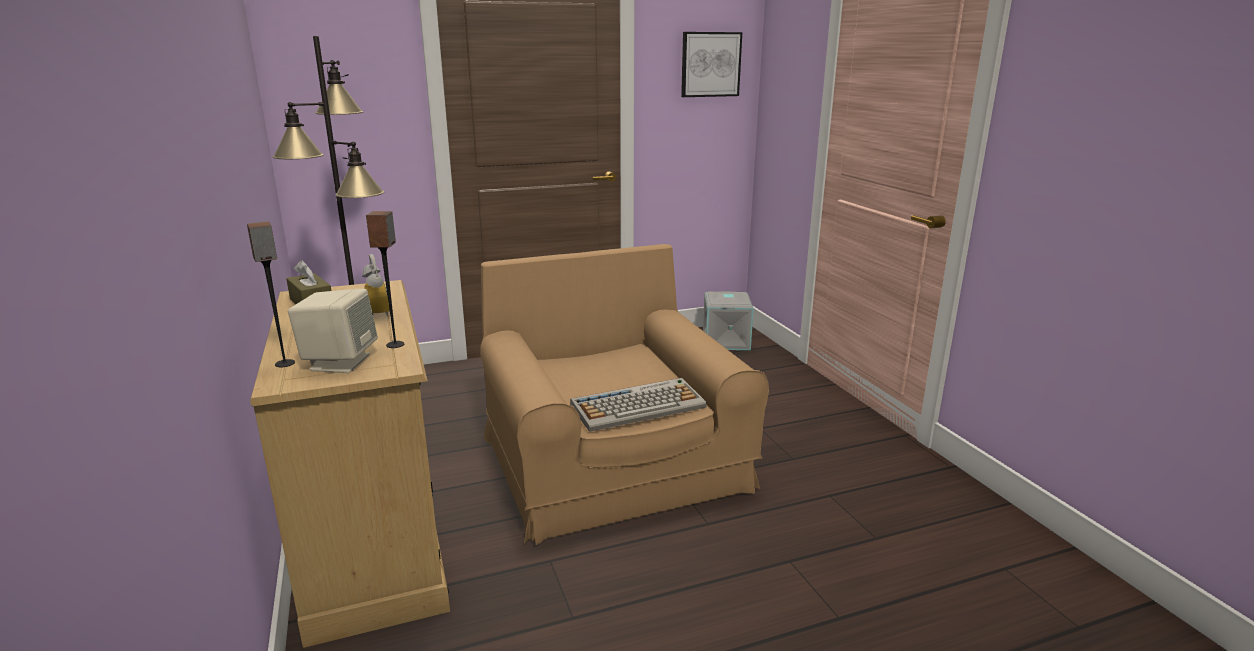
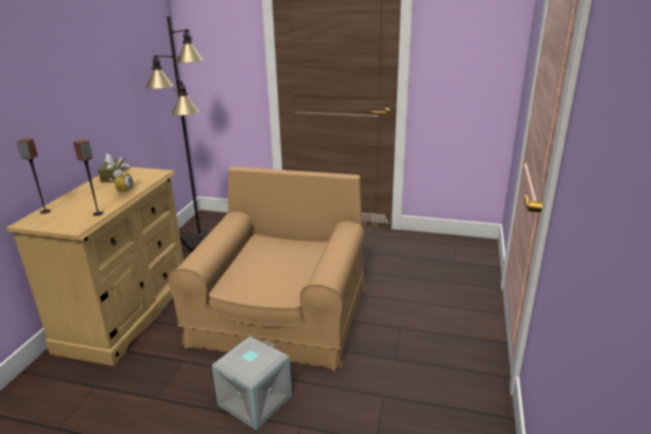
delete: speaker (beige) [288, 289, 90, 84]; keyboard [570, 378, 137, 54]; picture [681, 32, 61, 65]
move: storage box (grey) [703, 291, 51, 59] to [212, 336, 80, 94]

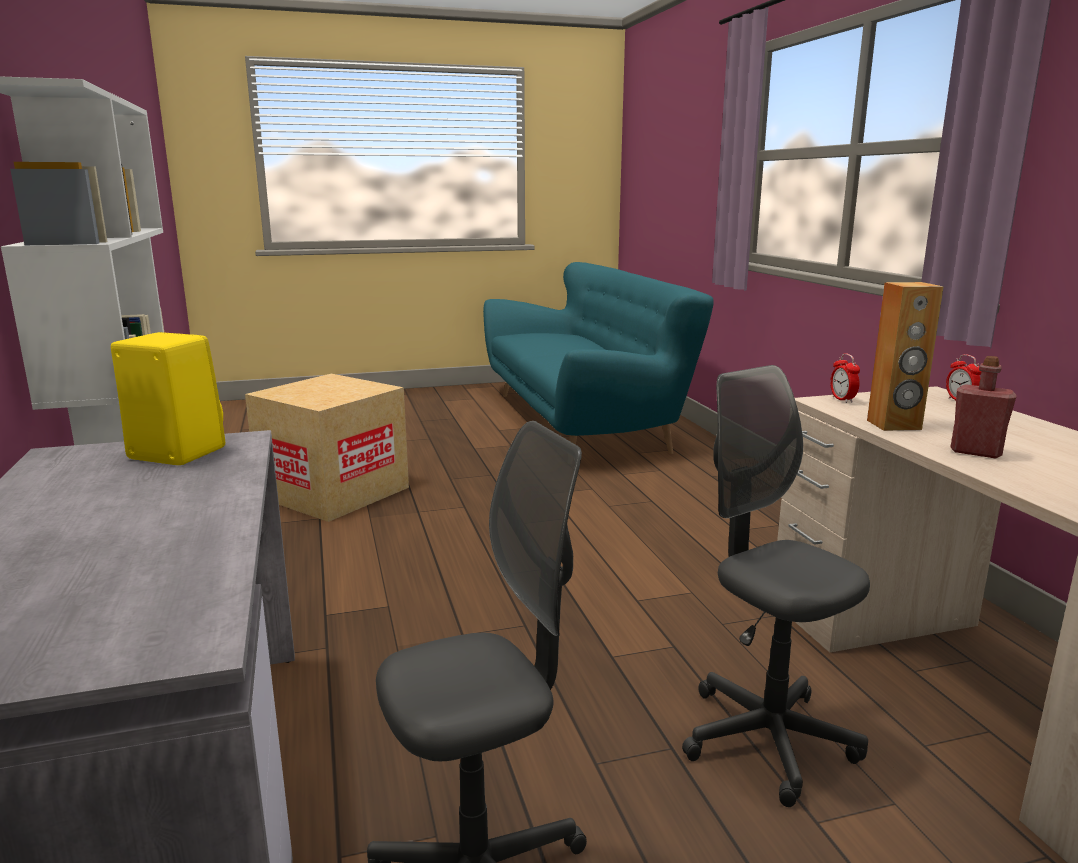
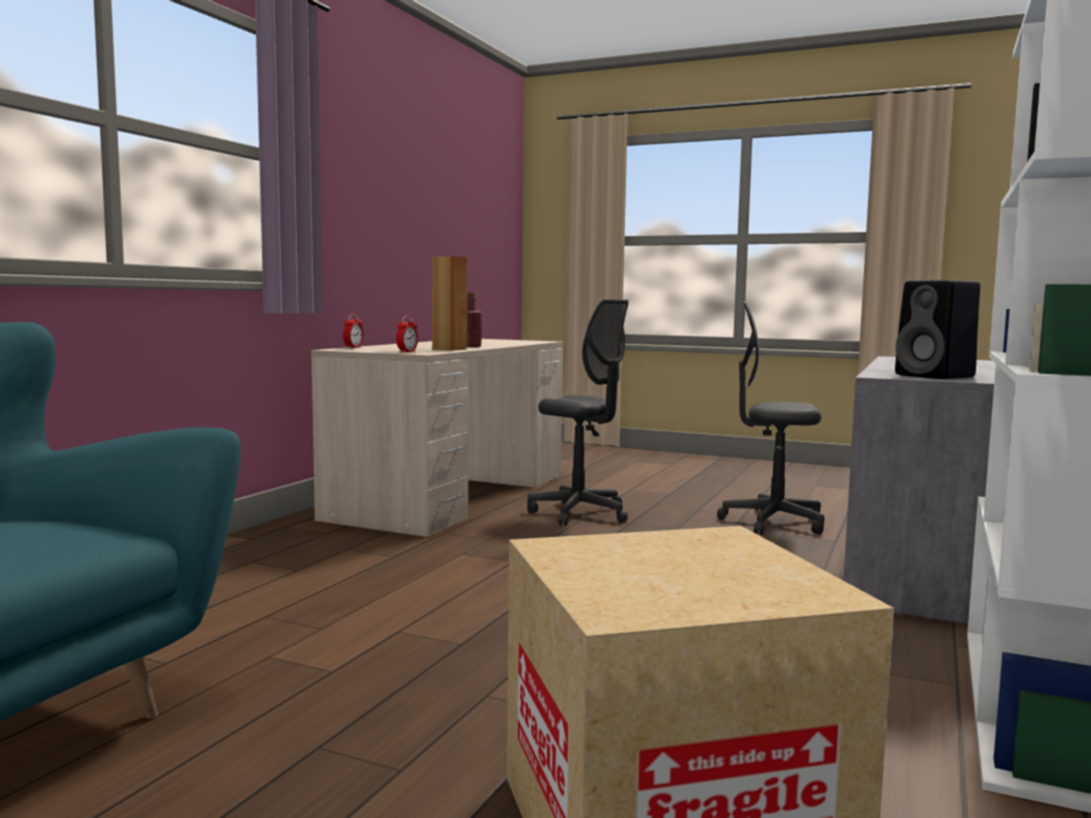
recolor: speaker (yellow) [111, 332, 114, 133] to speaker (black) [895, 280, 85, 99]
rotate: office chair (grey) [682, 365, 188, 442] = [527, 299, 102, 227] 60 degrees counterclockwise

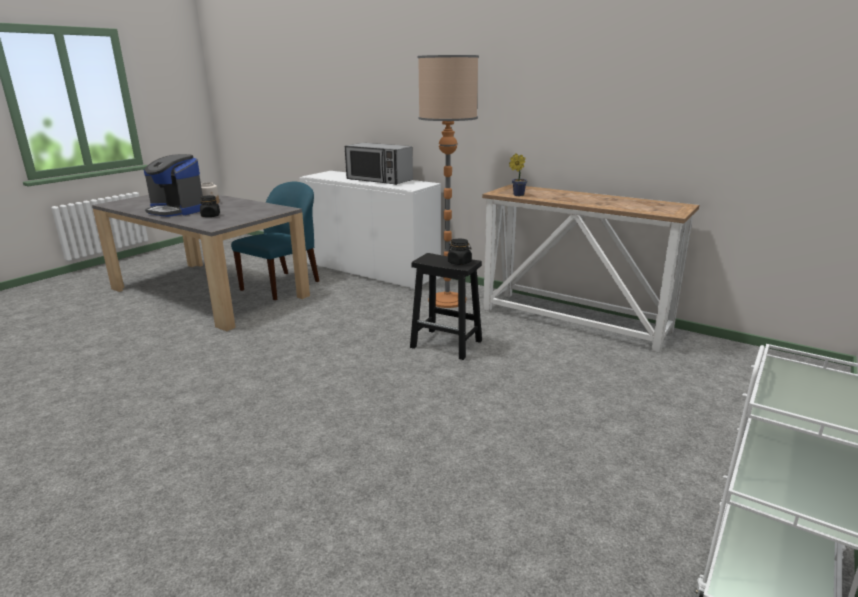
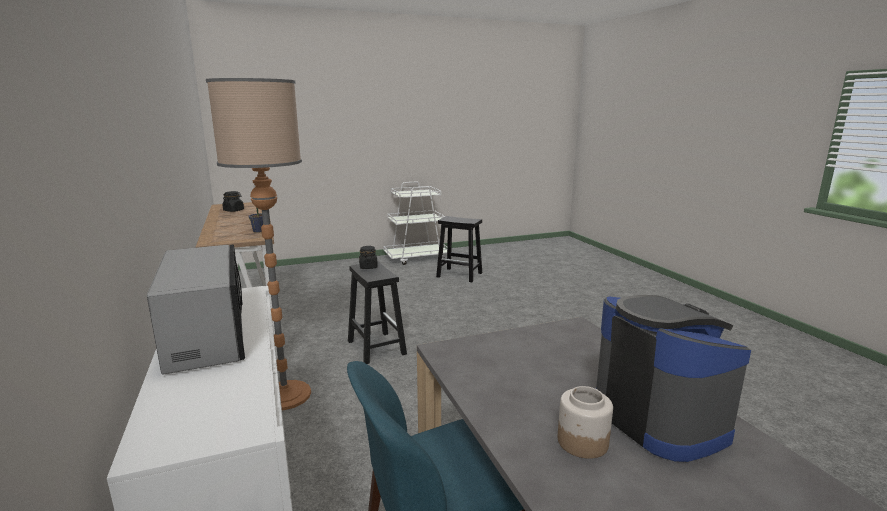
insert: stool (black) [436, 216, 46, 66]
move: jar (black) [200, 195, 20, 22] to [223, 191, 21, 21]

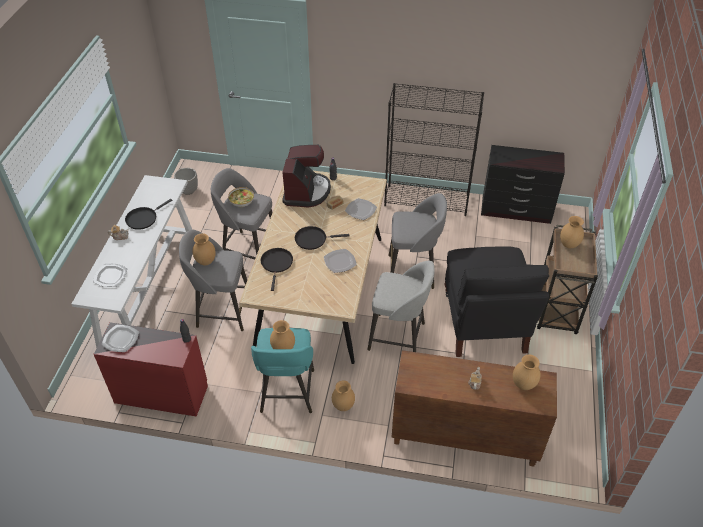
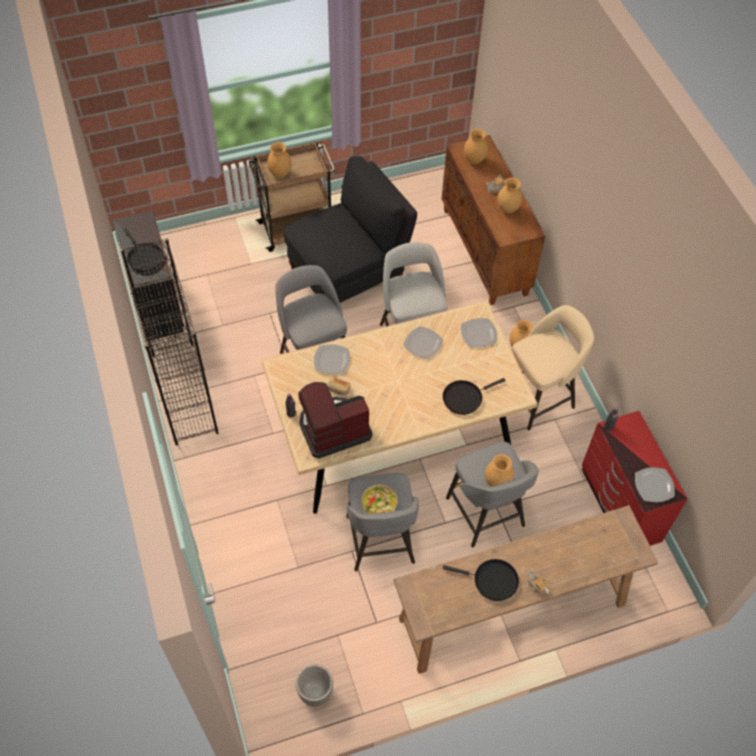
move: plate [93, 264, 35, 23] to [461, 318, 36, 30]; vase (brown) [270, 320, 25, 29] to [497, 178, 26, 35]; frying pan (black) [295, 226, 55, 24] to [124, 228, 39, 44]
recolor: console table (white) [72, 175, 120, 173] to console table (brown) [393, 505, 265, 169]; stool (turquoise) [251, 328, 63, 85] to stool (beige) [512, 305, 82, 126]

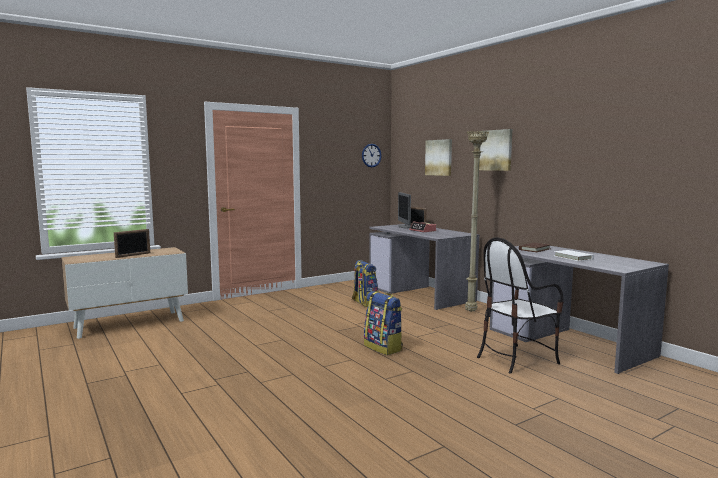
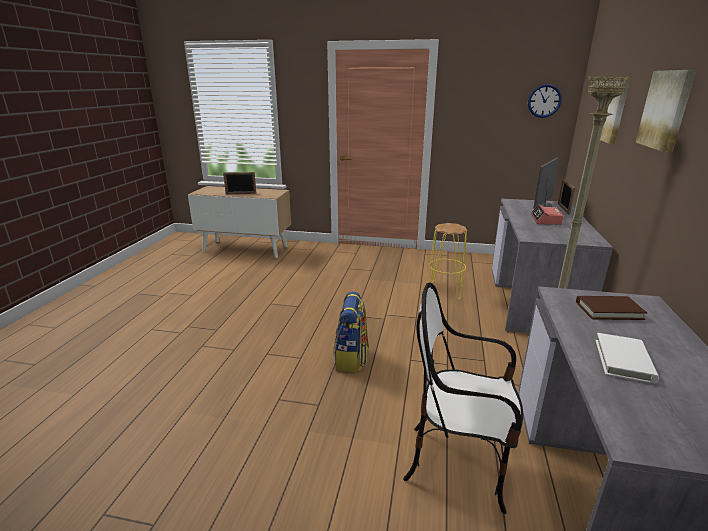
replace: backpack [352, 260, 26, 47] to stool (yellow) [428, 223, 40, 77]

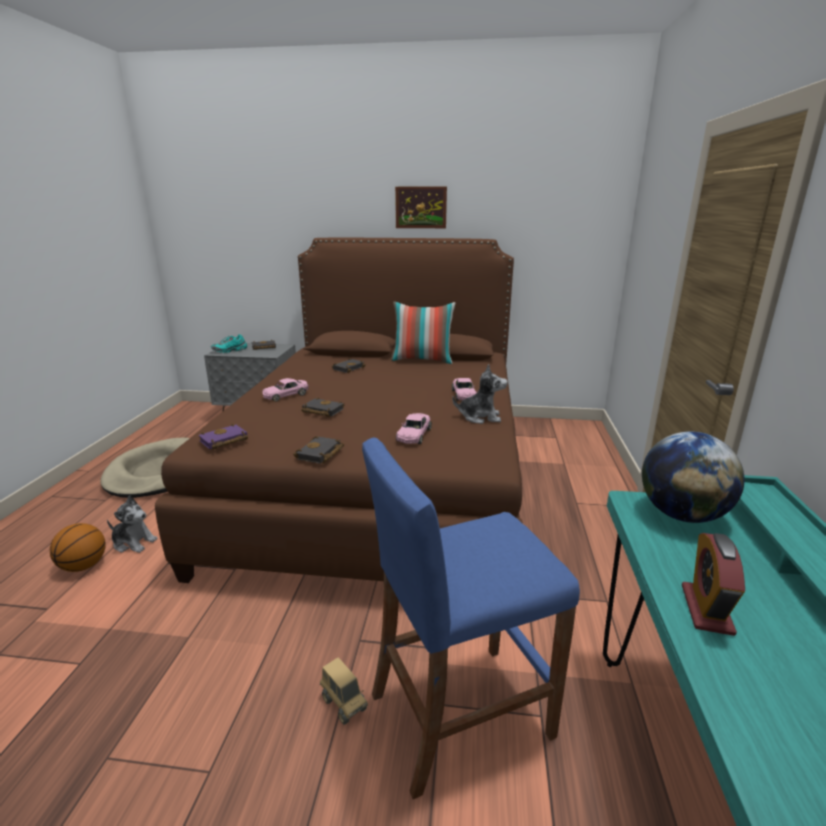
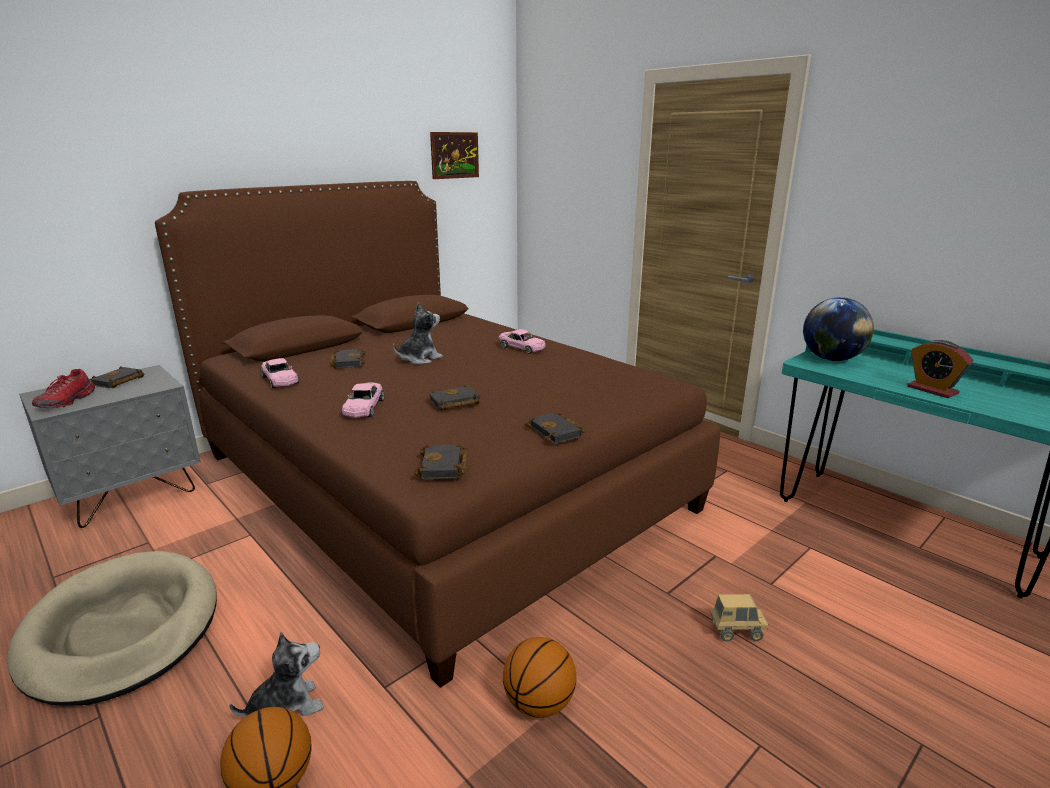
delete: stool (blue) [362, 438, 218, 361]; pillow [391, 301, 64, 63]
insert: basketball [503, 637, 73, 81]
move: picture [395, 186, 52, 42] to [430, 132, 49, 47]; toy car (pink) [396, 413, 36, 31] to [261, 358, 38, 30]; plush toy [452, 364, 56, 60] to [393, 302, 50, 63]
recolor: book (purple) [198, 424, 50, 26] to book (black) [414, 444, 54, 35]; shoe (turquoise) [211, 334, 36, 19] to shoe (red) [32, 369, 63, 39]

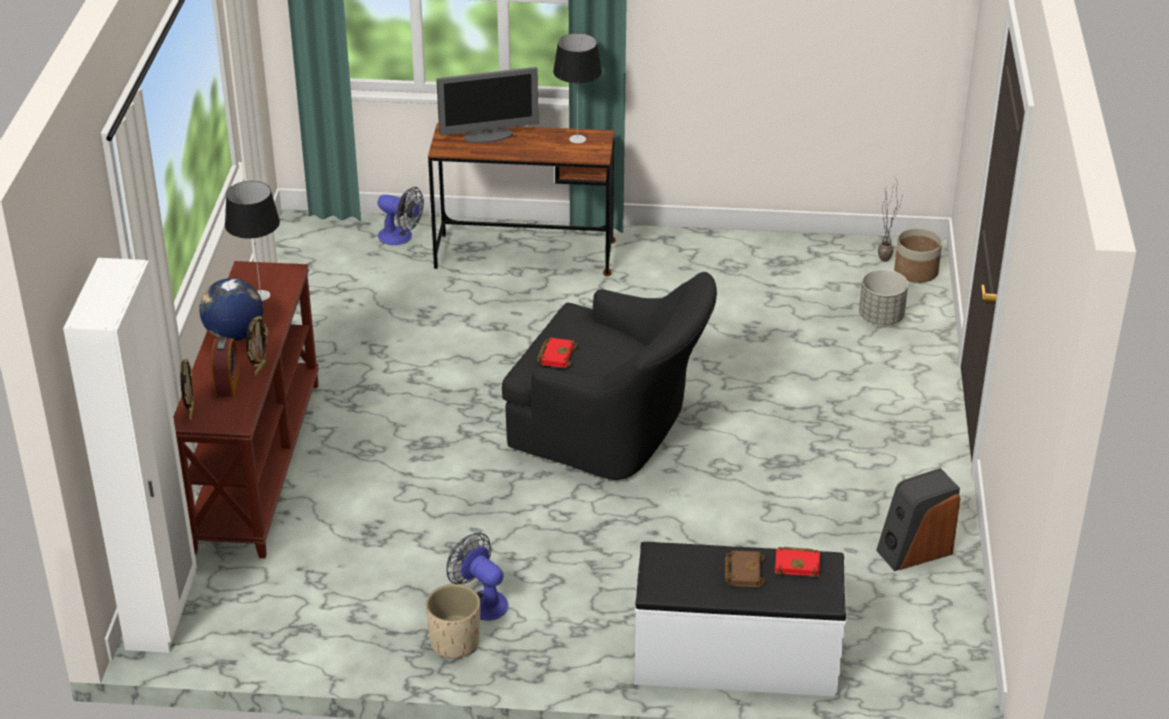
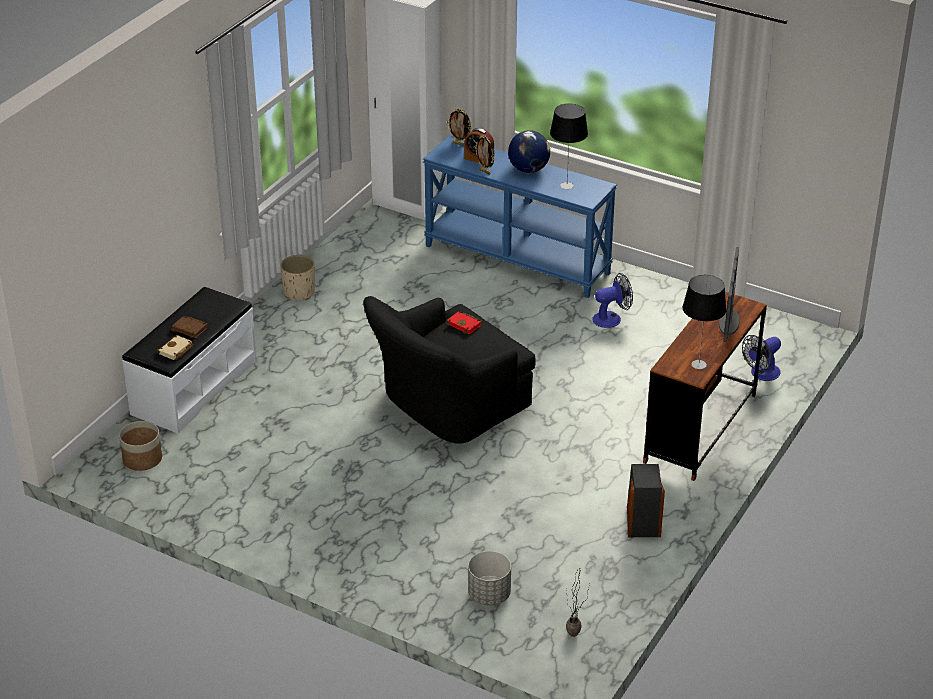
move: fan [446, 533, 63, 88] to [592, 273, 41, 55]; speaker [876, 468, 84, 103] to [627, 464, 38, 73]; planter [894, 228, 48, 55] to [119, 421, 43, 50]
recolor: console table (brown) [173, 261, 146, 297] to console table (blue) [423, 136, 194, 162]; book (red) [775, 547, 45, 31] to book (beige) [157, 335, 37, 25]

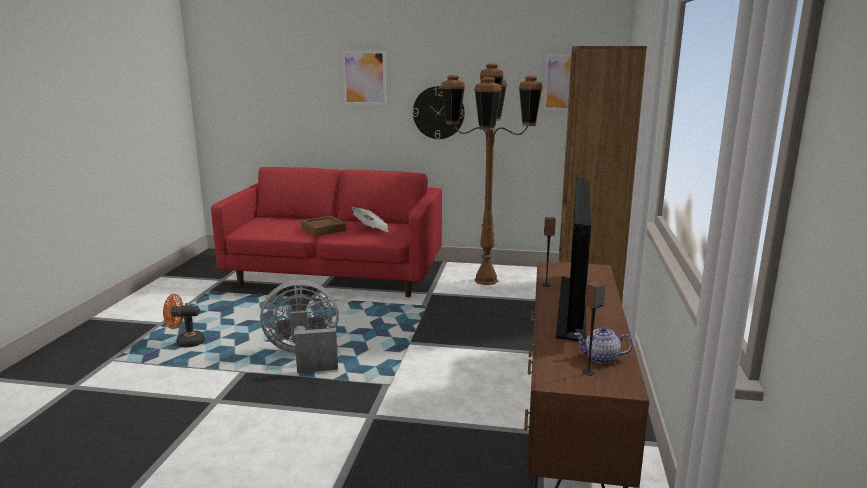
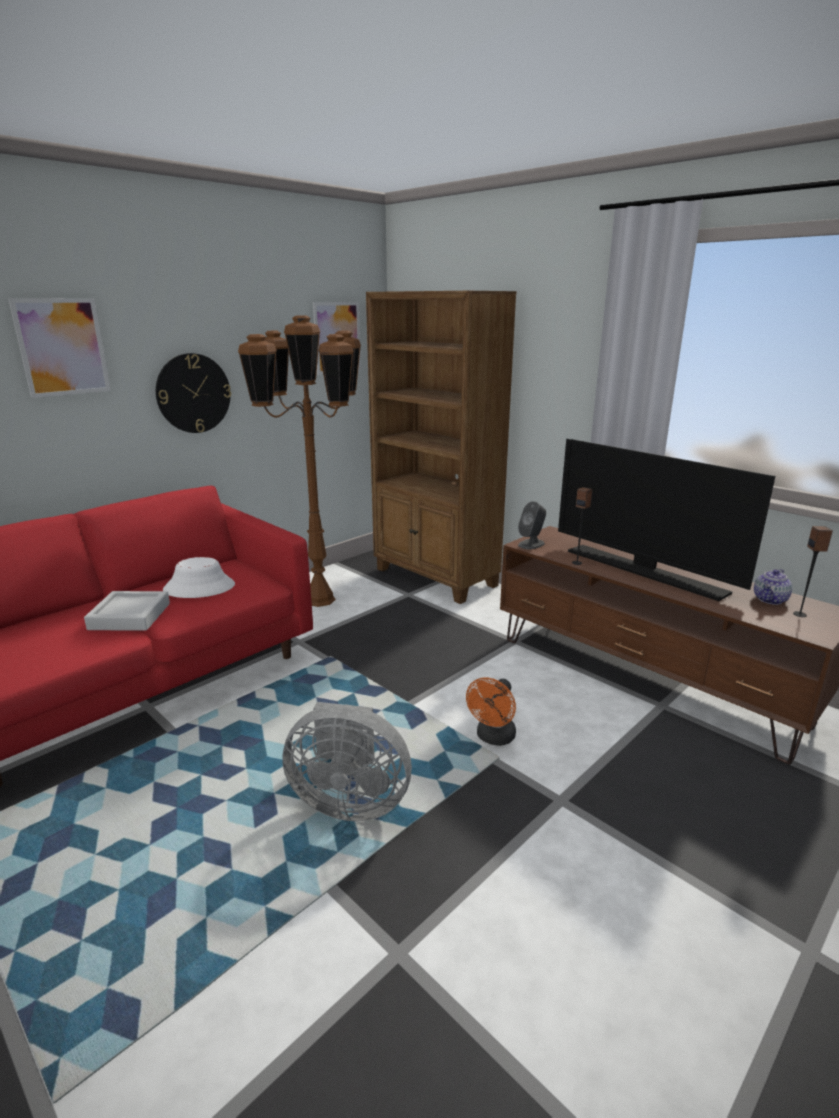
insert: speaker (grey) [518, 501, 28, 48]
move: fan (orange) [163, 294, 42, 53] to [466, 677, 50, 69]
replace: newspaper [352, 207, 37, 25] to hat (white) [163, 557, 72, 41]
recolor: tray (brown) [301, 216, 45, 20] to tray (grey) [84, 591, 86, 40]
rotate: fan (grey) [260, 280, 79, 93] = [282, 702, 130, 119] 105 degrees counterclockwise

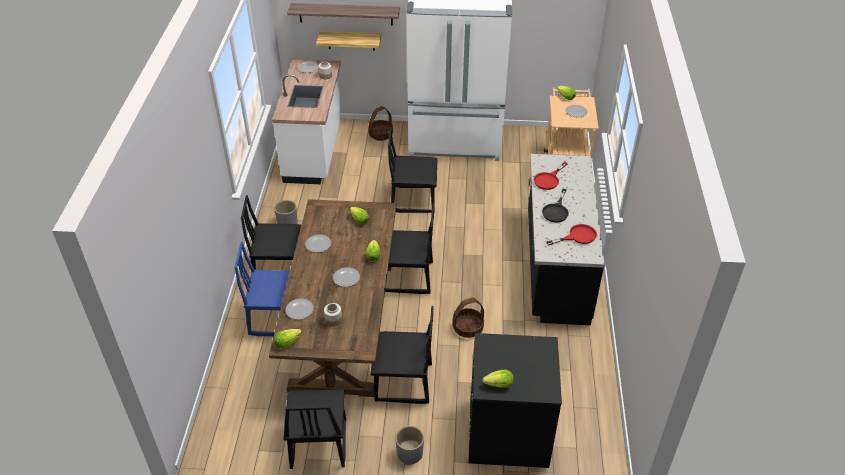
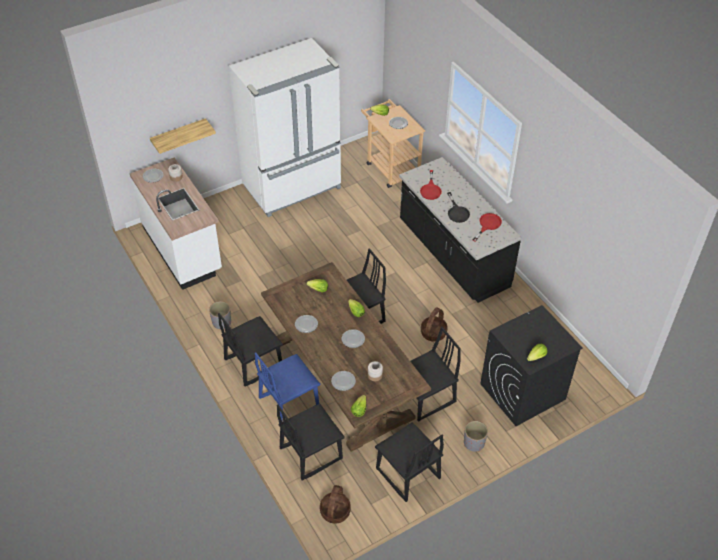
delete: shelf [287, 3, 113, 22]
move: basket [368, 106, 25, 35] to [320, 485, 31, 39]; chair (black) [388, 127, 50, 86] to [277, 404, 68, 76]

